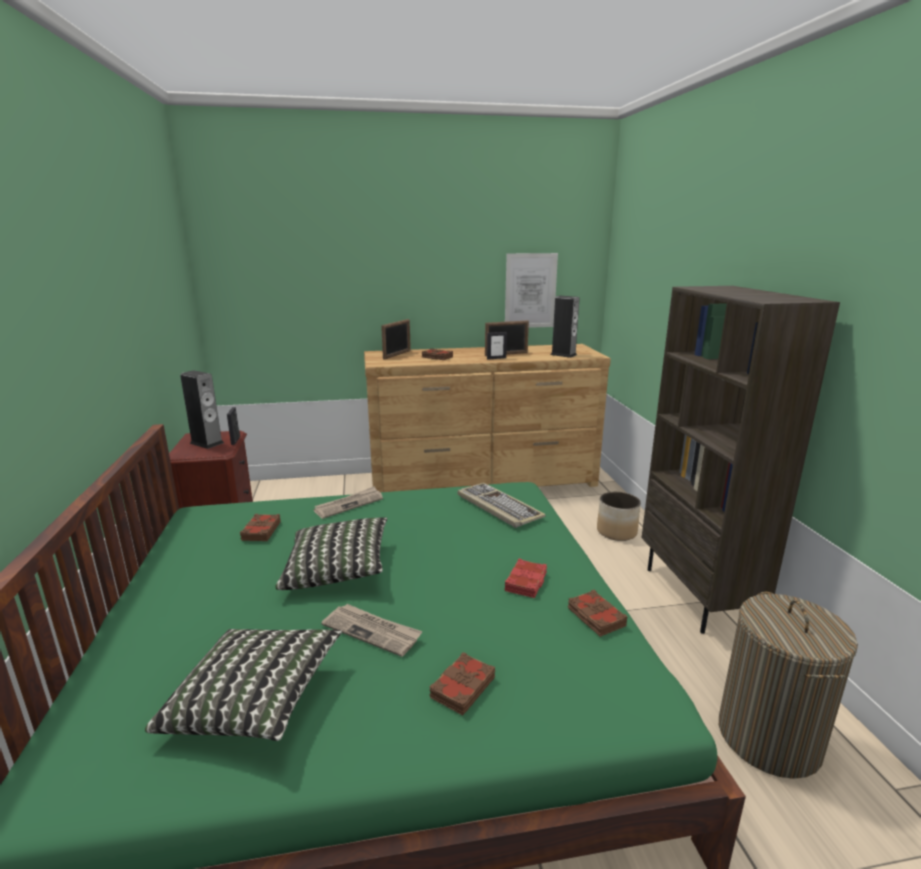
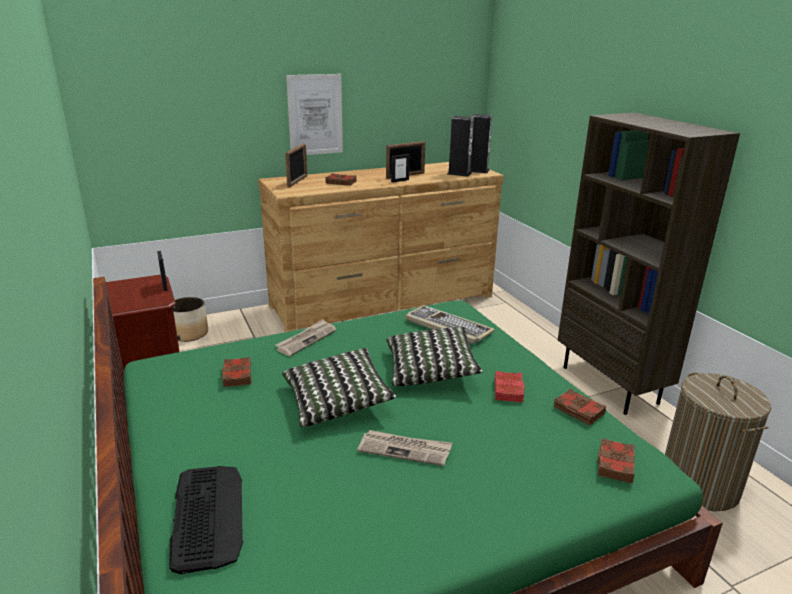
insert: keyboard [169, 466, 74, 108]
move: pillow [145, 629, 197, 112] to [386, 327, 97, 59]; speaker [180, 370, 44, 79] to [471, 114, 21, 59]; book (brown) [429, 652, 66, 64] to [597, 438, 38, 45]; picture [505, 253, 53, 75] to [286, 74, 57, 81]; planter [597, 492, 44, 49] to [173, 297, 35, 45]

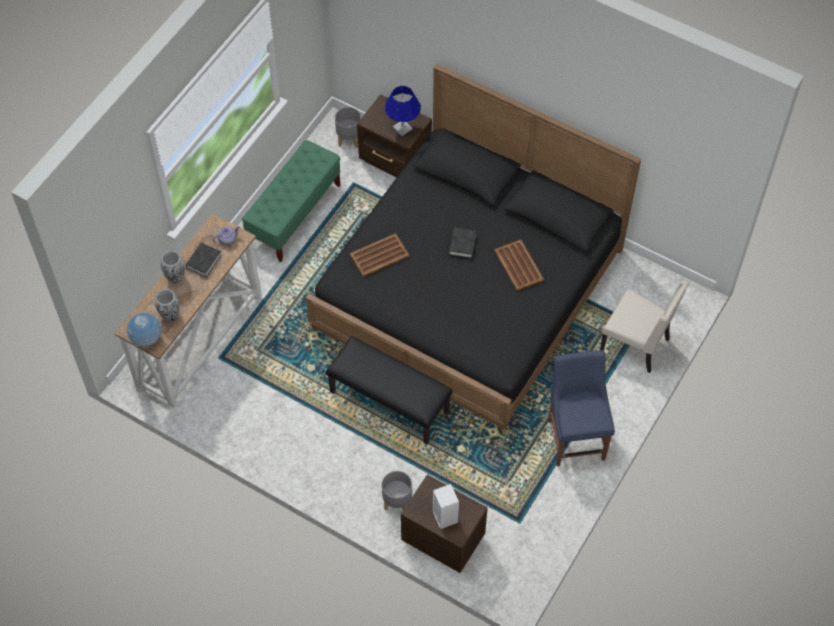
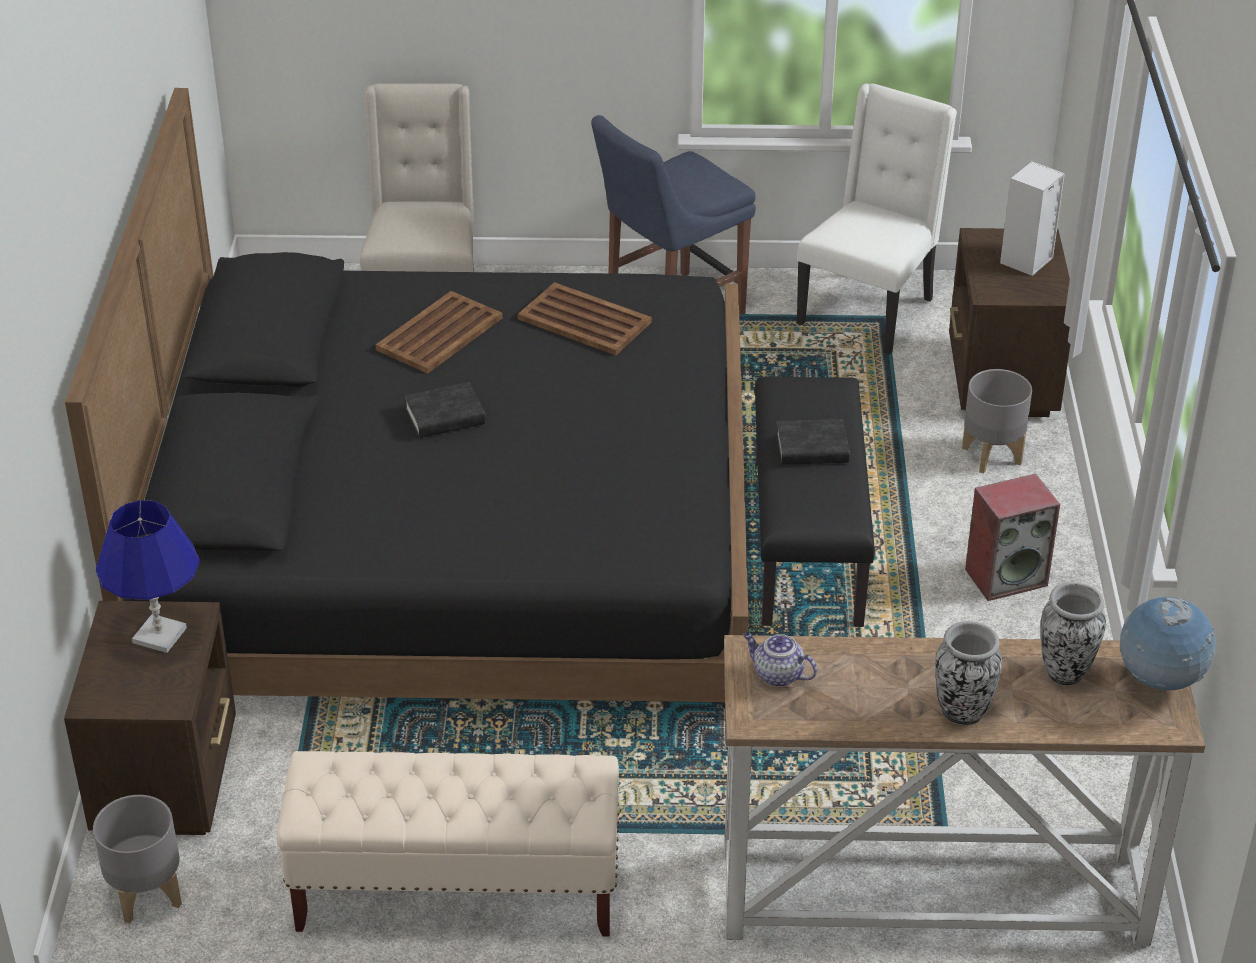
insert: chair (white) [797, 83, 160, 272]; speaker [965, 474, 95, 127]
move: book (black) [185, 243, 36, 34] to [776, 419, 74, 46]; tray (brown) [350, 233, 59, 44] to [518, 282, 134, 73]
recolor: bench (green) [242, 140, 99, 122] to bench (beige) [277, 751, 342, 186]

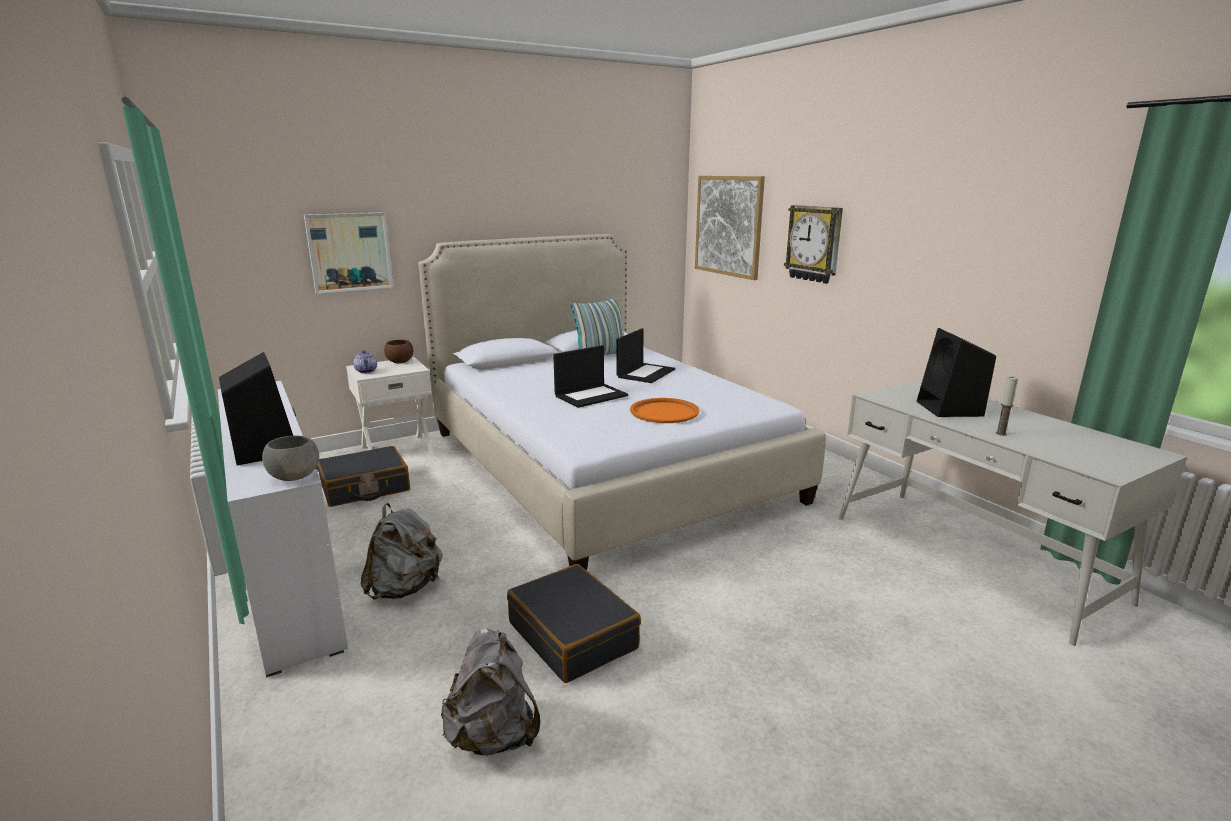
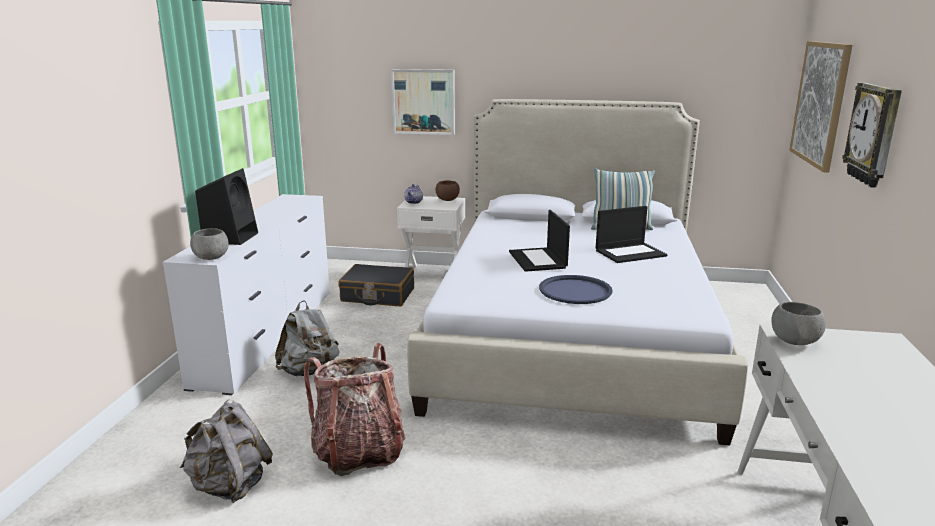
delete: speaker (black) [917, 328, 79, 89]; candle [995, 376, 23, 60]
insert: bowl (grey) [771, 302, 55, 43]
replace: suitcase (black) [507, 564, 134, 119] to backpack [304, 343, 102, 133]
recolor: tray (orange) [630, 398, 69, 25] to tray (blue) [539, 275, 74, 29]
rotate: laptop [553, 345, 75, 63] = [509, 210, 61, 62] 75 degrees clockwise

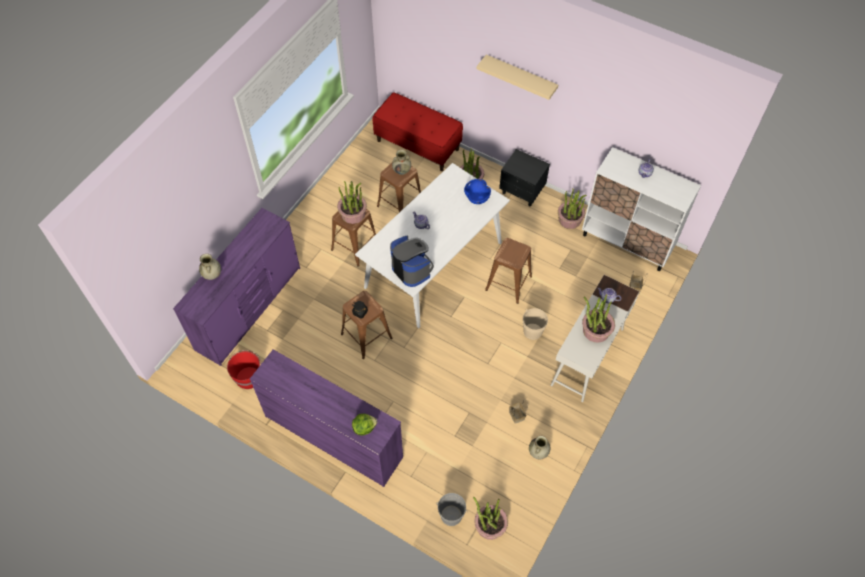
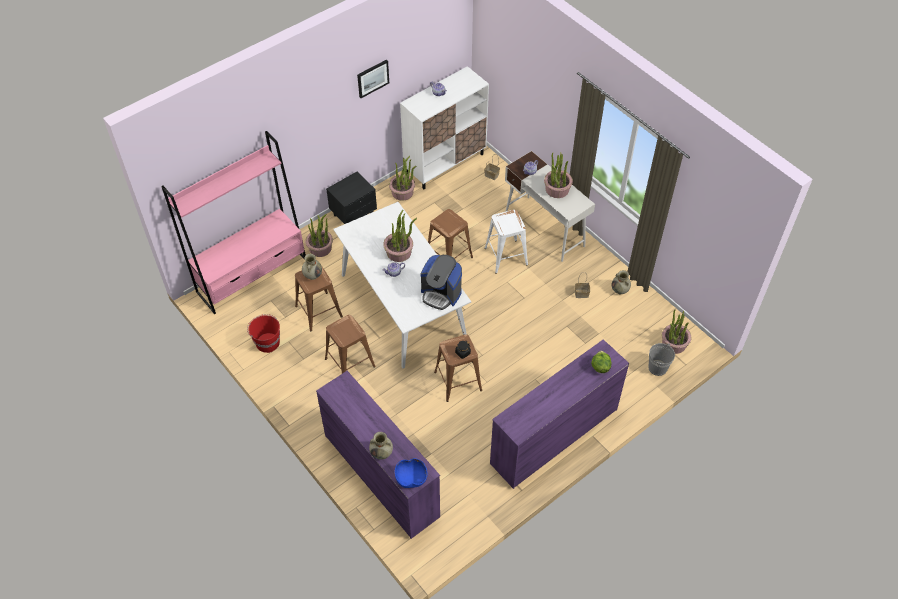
delete: shelf (beige) [477, 55, 81, 45]
insert: picture [357, 59, 32, 39]
move: bucket (red) [227, 350, 34, 39] to [247, 314, 33, 39]; potted plant [337, 181, 30, 43] to [383, 210, 34, 52]; bowl (blue) [464, 179, 27, 25] to [395, 458, 32, 30]
replace: bench (red) [373, 92, 90, 79] to bookcase (pink) [161, 131, 145, 183]; bucket (beige) [523, 308, 25, 32] to stool (white) [484, 210, 44, 63]
rotate: coffee machine [390, 235, 44, 52] = [420, 255, 42, 55] 135 degrees counterclockwise

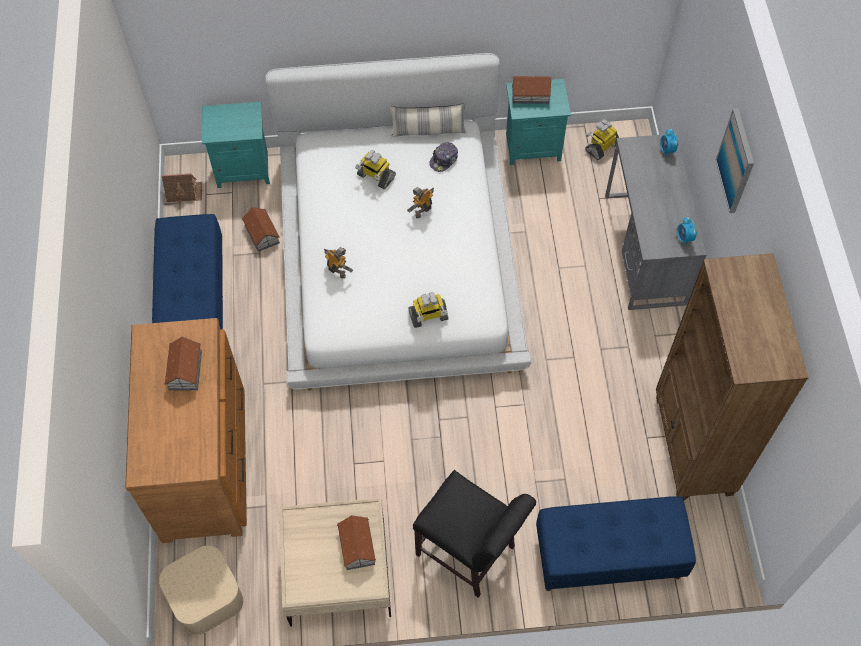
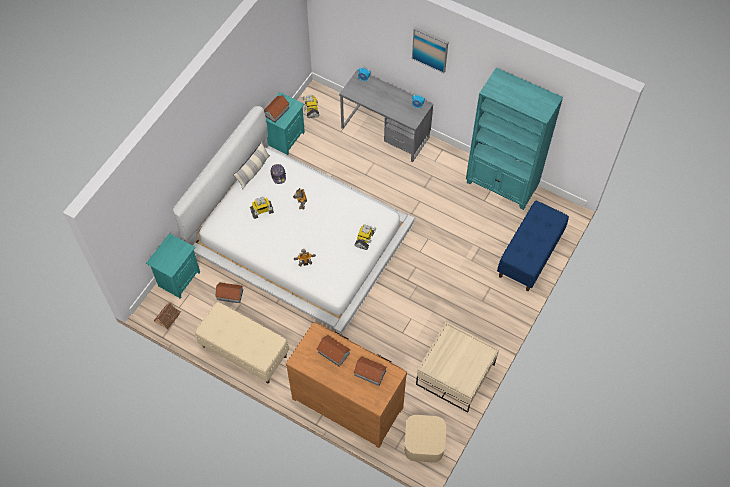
delete: chair (black) [413, 470, 123, 128]
move: toy house [337, 515, 39, 55] to [354, 356, 33, 30]
recolor: bench (blue) [152, 214, 71, 116] to bench (beige) [195, 302, 94, 81]; bookcase (brown) [656, 253, 152, 247] to bookcase (turquoise) [466, 68, 97, 142]

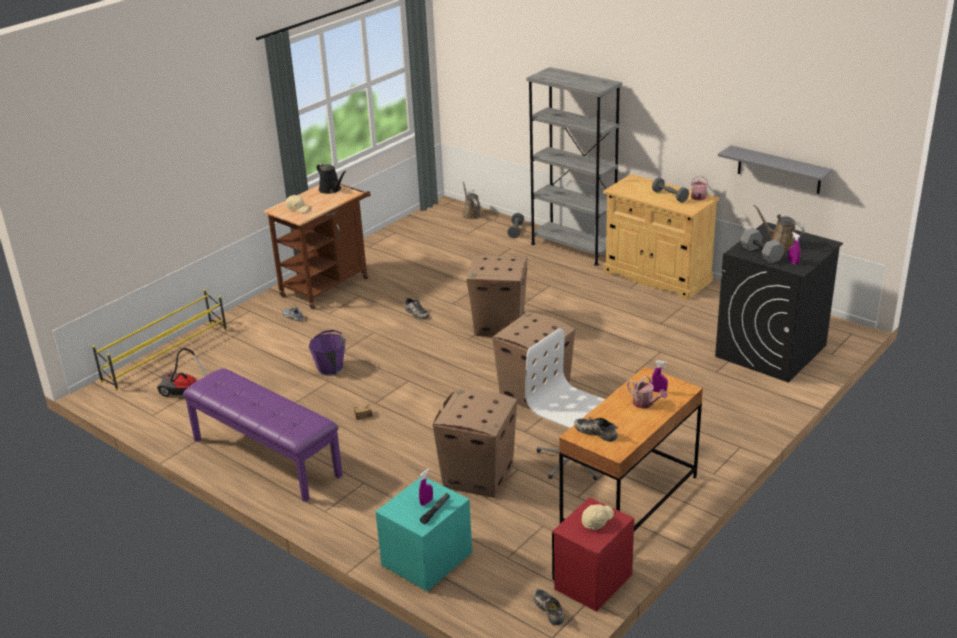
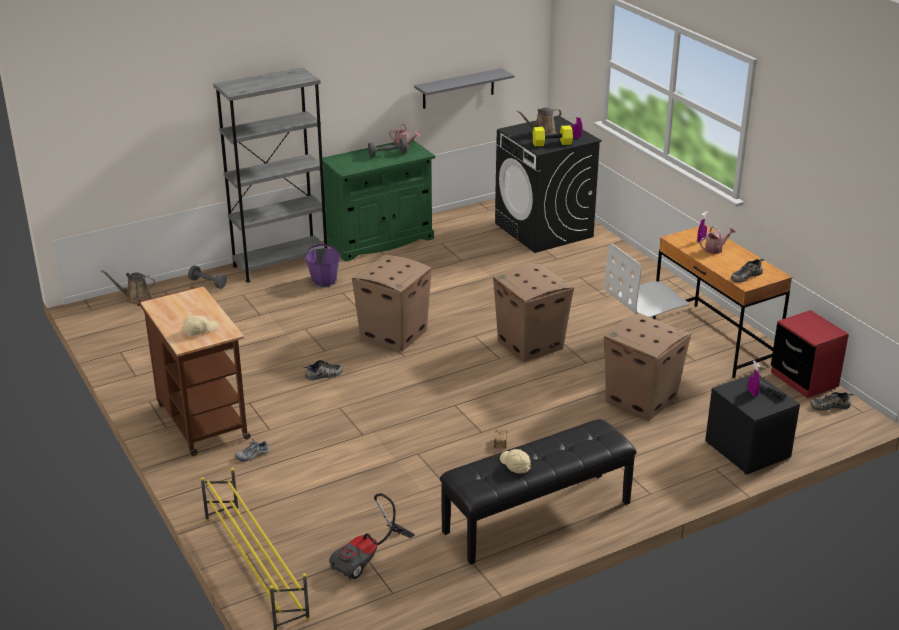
delete: watering can (black) [317, 163, 30, 31]
move: bucket (purple) [309, 330, 37, 46] to [305, 244, 36, 44]; cap (beige) [582, 504, 32, 26] to [500, 449, 31, 25]
recolor: bench (purple) [183, 368, 160, 134] to bench (black) [440, 419, 197, 146]; nightstand (turquoise) [375, 477, 97, 115] to nightstand (black) [705, 374, 95, 100]; cabinet (beige) [603, 174, 116, 126] to cabinet (green) [322, 140, 113, 122]; dumbbell (grey) [740, 228, 45, 35] to dumbbell (yellow) [533, 125, 40, 21]

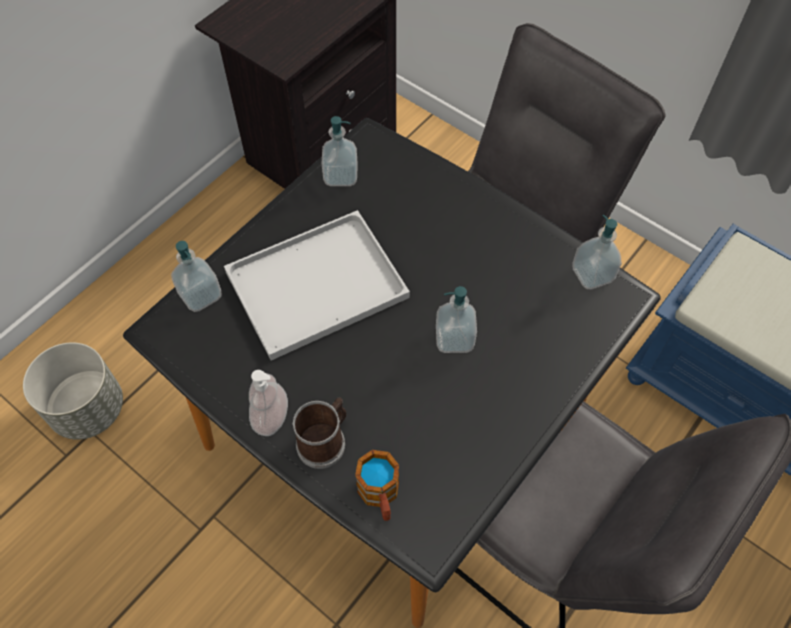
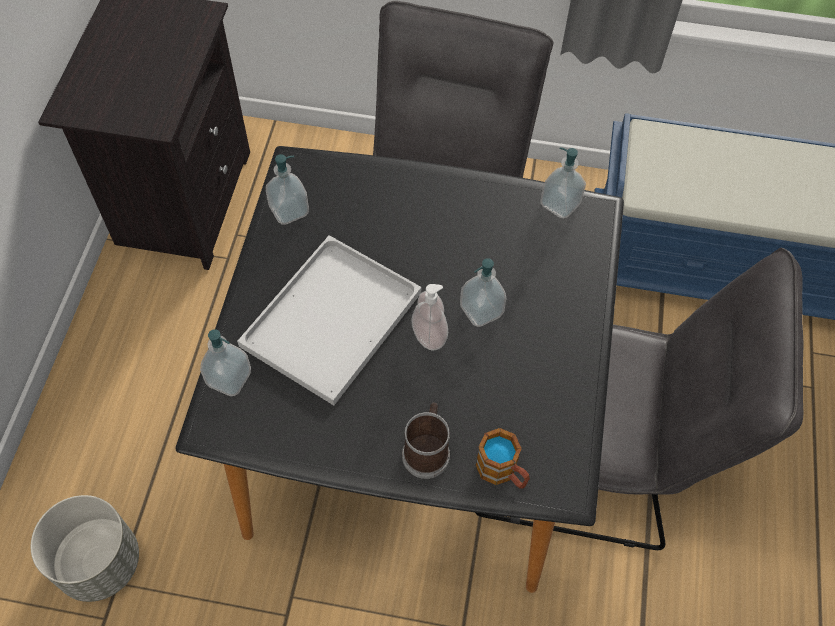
move: soap dispenser [249, 370, 39, 66] to [411, 284, 37, 67]

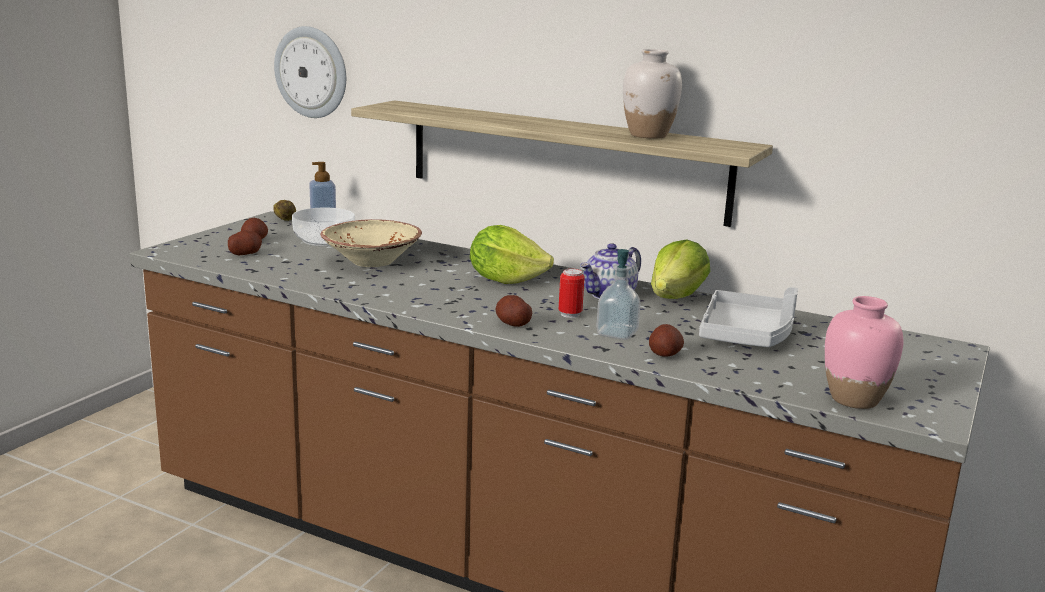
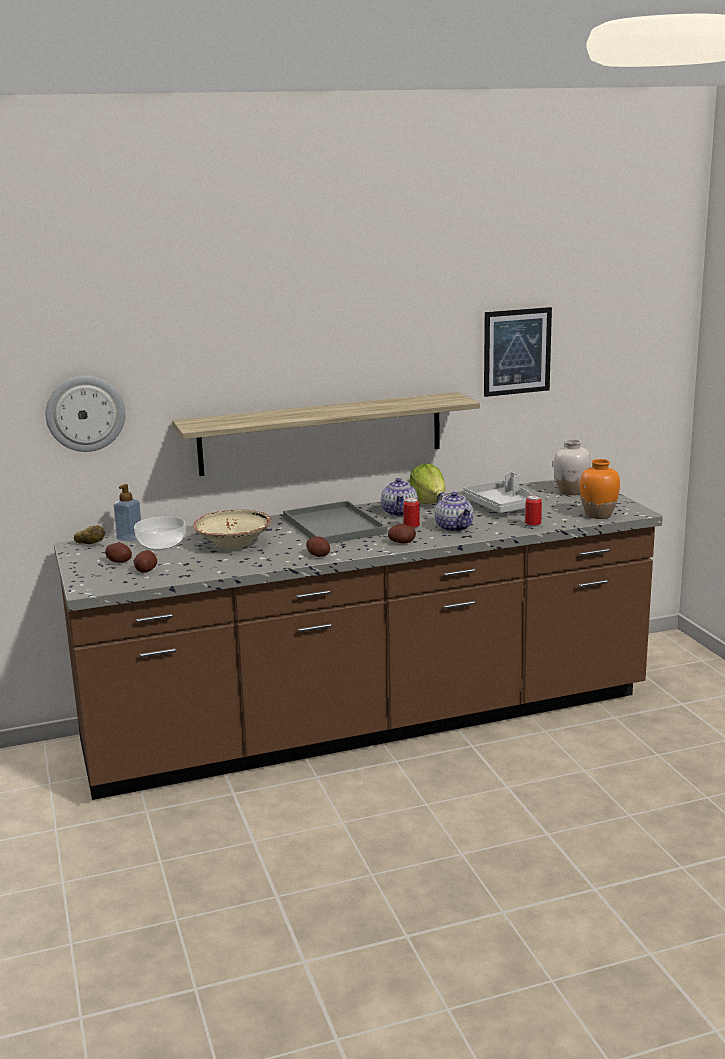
insert: picture [484, 307, 68, 90]; can [525, 495, 17, 33]
move: vase (white) [623, 49, 59, 90] to [553, 439, 38, 56]; potato [649, 324, 35, 33] to [306, 537, 24, 20]
replace: lettuce [470, 225, 84, 59] to tray (grey) [283, 501, 104, 43]; soap dispenser [596, 249, 45, 91] to teapot [435, 492, 39, 40]
recolor: vase (pink) [825, 296, 78, 113] to vase (orange) [580, 459, 40, 60]

